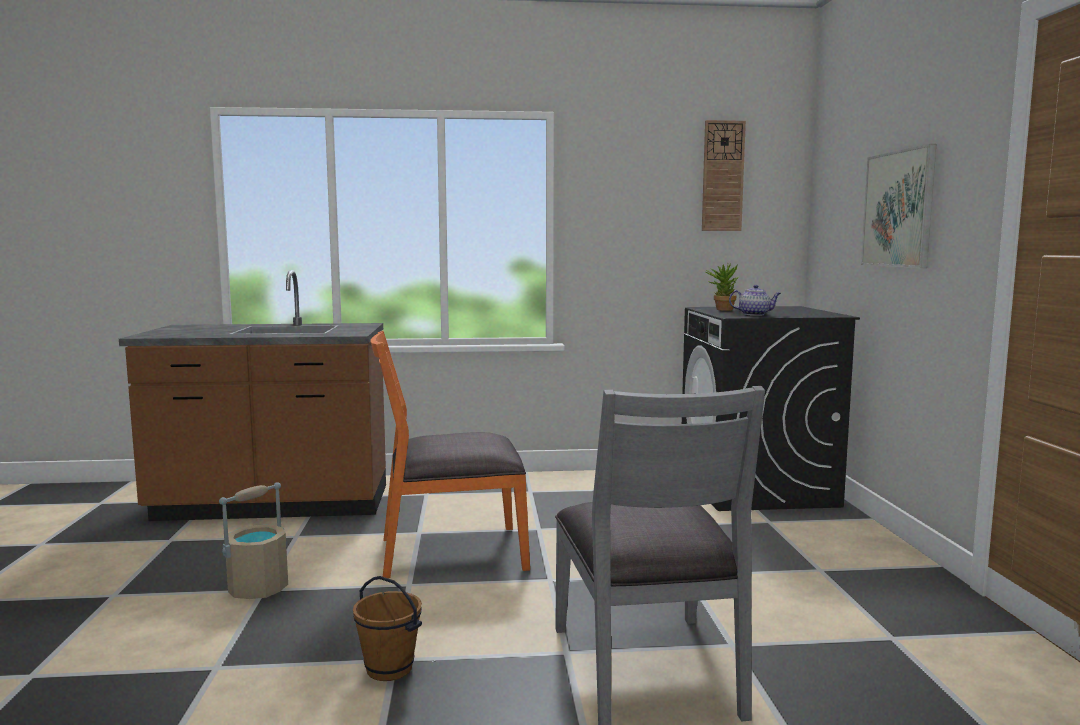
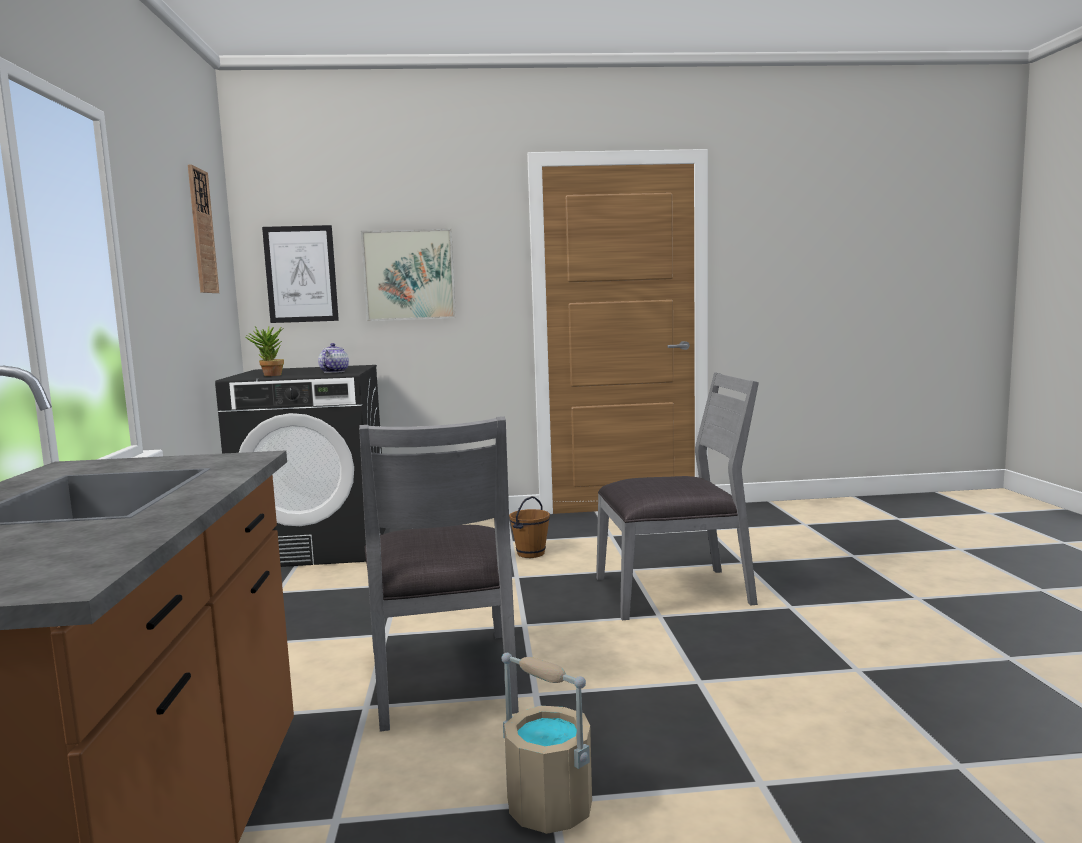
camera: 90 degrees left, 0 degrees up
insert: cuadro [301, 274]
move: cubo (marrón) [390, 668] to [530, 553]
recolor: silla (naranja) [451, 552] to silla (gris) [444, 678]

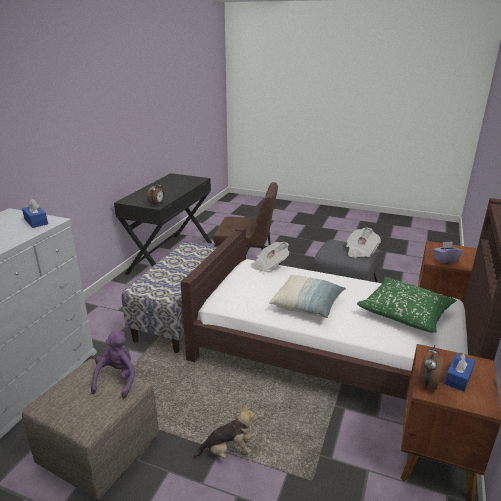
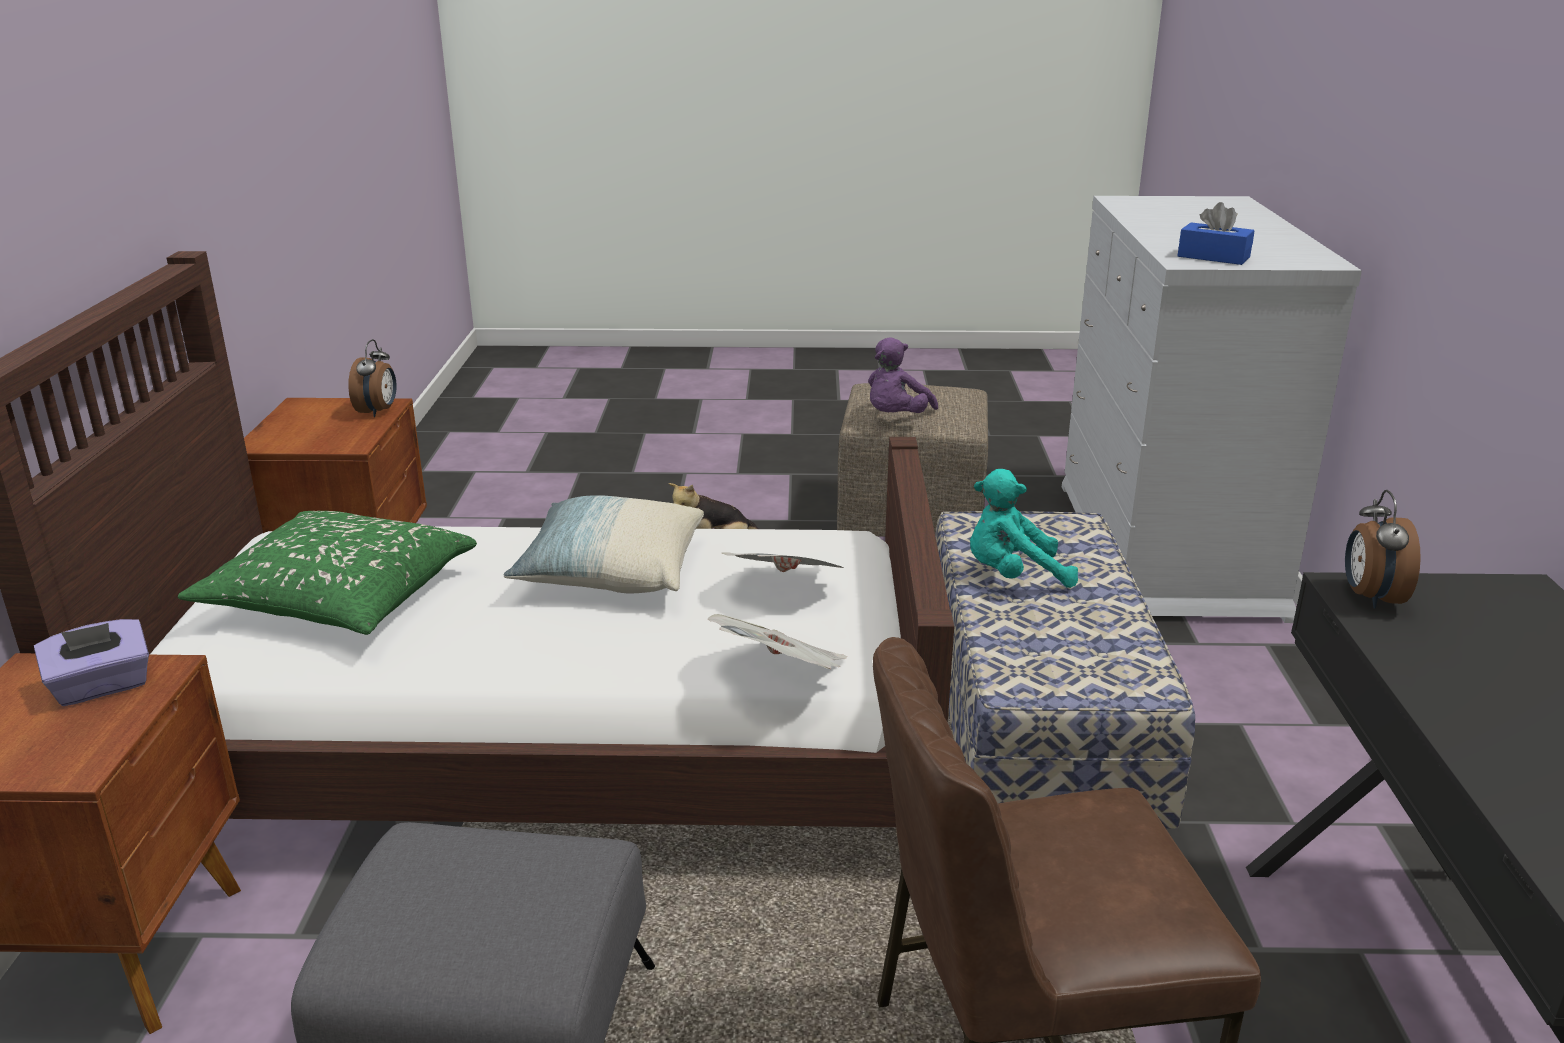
camera: 160 degrees right, 0 degrees up
delete: caja de pañuelos (azul) [458, 378]
insert: peluche (turquesa) [1013, 576]
move: periódico [360, 251] to [785, 589]
rotate: peluche (morado) [117, 379] = [896, 418] 45 degrees clockwise

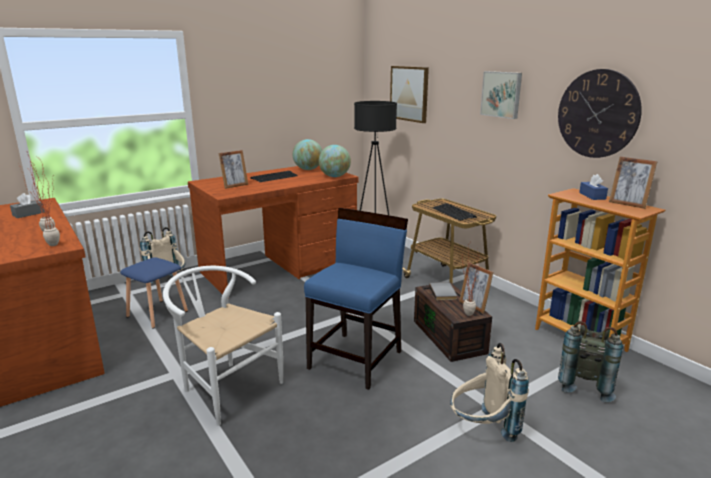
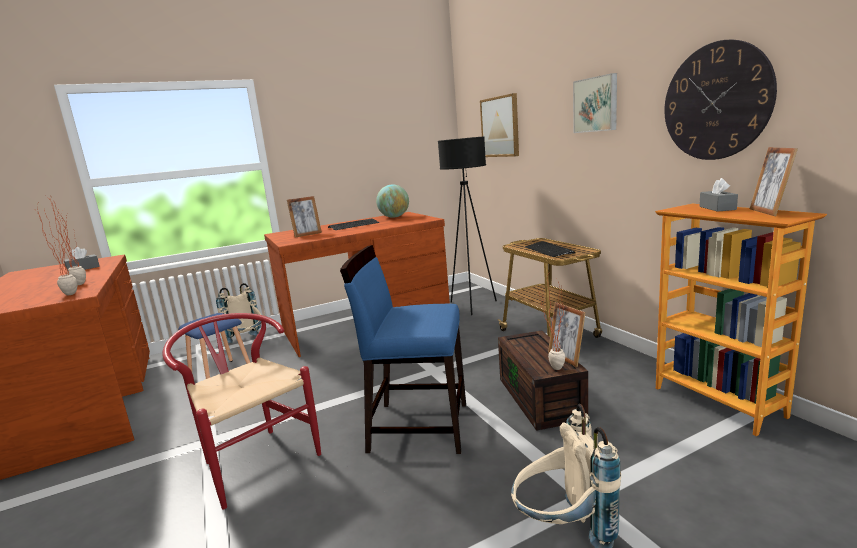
camera: 10 degrees right, 5 degrees down
delete: globo terráqueo [334, 176]; libro (gris) [444, 292]; mochila (gris) [584, 384]
recolor: silla (blanco) [225, 386] to silla (rojo) [253, 458]; caja de pañuelos (azul) [592, 196] to caja de pañuelos (gris) [717, 208]
rotate: silla (azul) [356, 359] = [418, 426] 120 degrees counterclockwise; portarretratos [628, 204] = [768, 212] 45 degrees clockwise

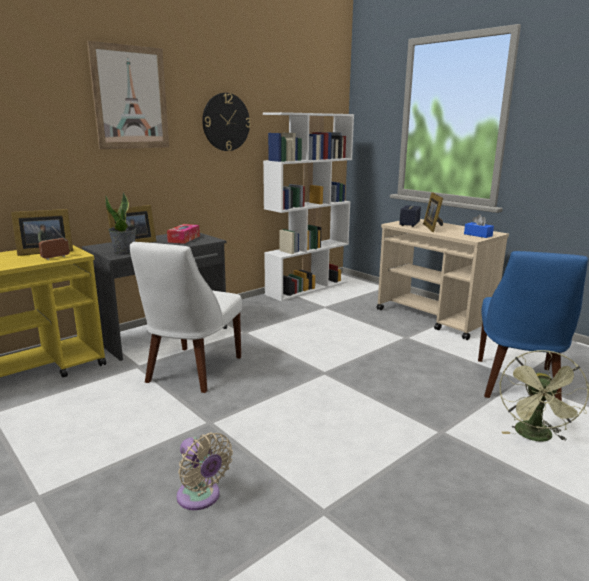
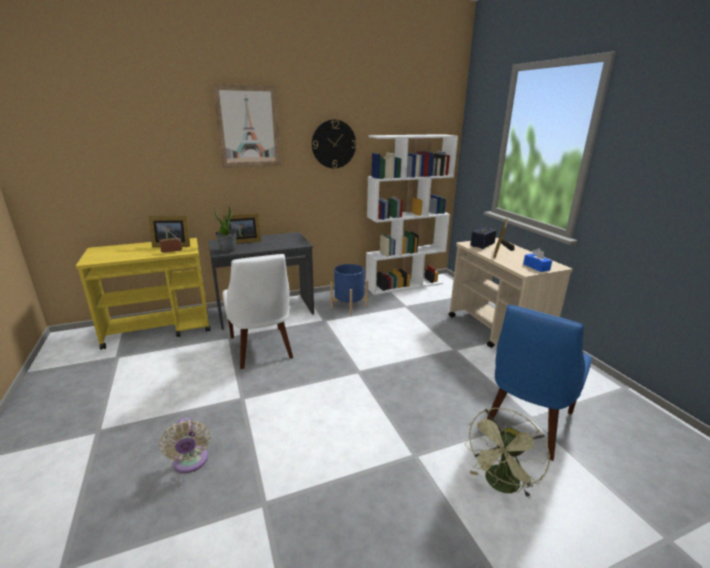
camera: 20 degrees right, 5 degrees up
delete: caja de pañuelos [184, 239]
insert: maceta (azul) [349, 306]
rotate: silla (blanco) [191, 371] = [262, 349] 60 degrees counterclockwise

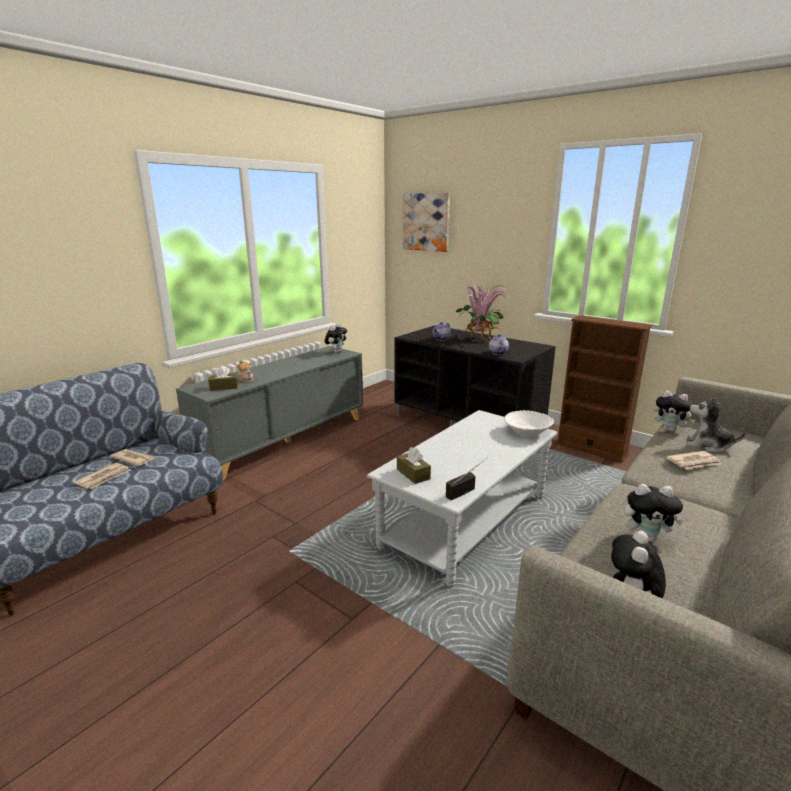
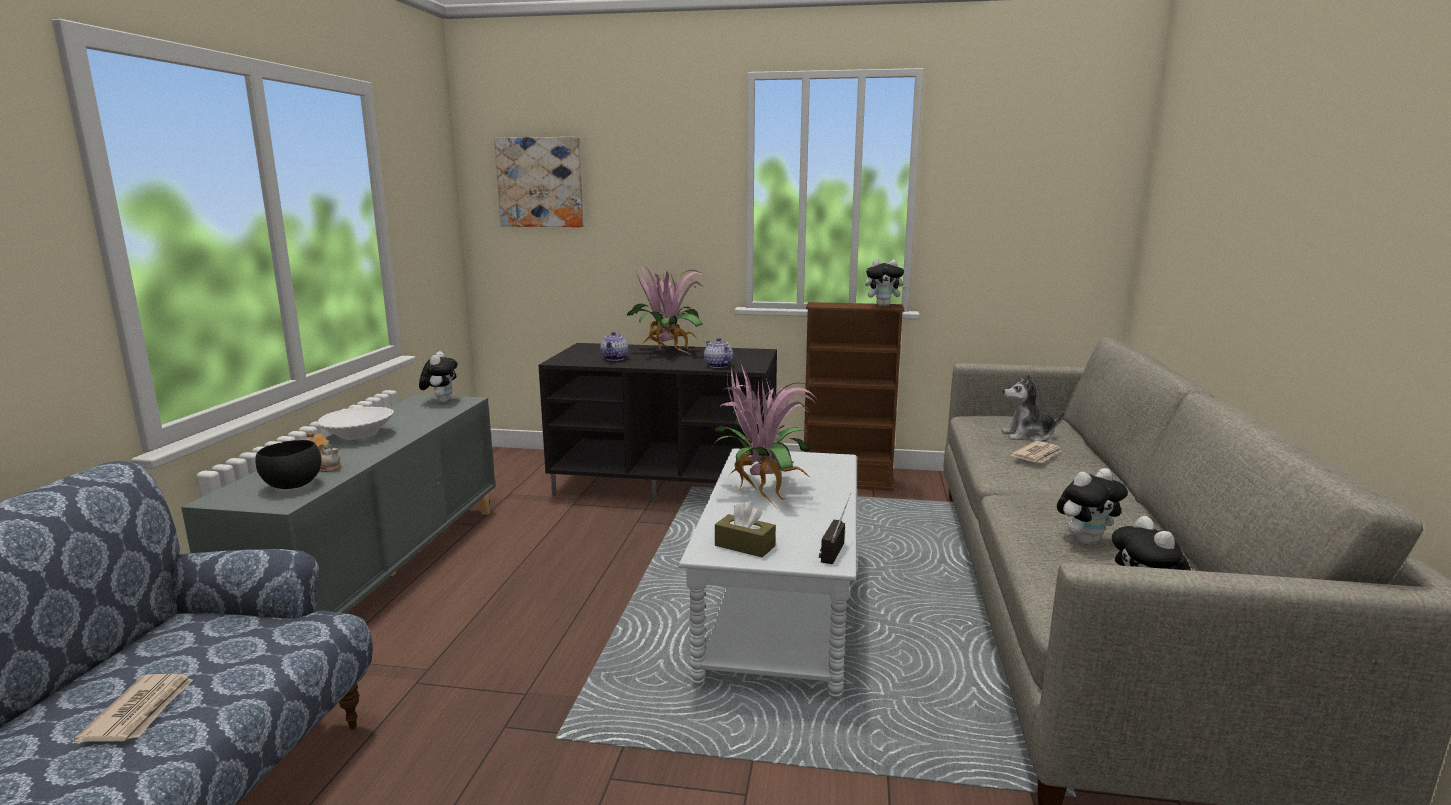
camera: 30 degrees left, 5 degrees down
delete: periódico [133, 459]
insert: planta en maceta [762, 490]
move: cuenco (blanco) [527, 432] to [358, 435]; peluche [670, 430] to [883, 305]
replace: caja de pañuelos (marrón) [224, 387] to cuenco (negro) [292, 486]

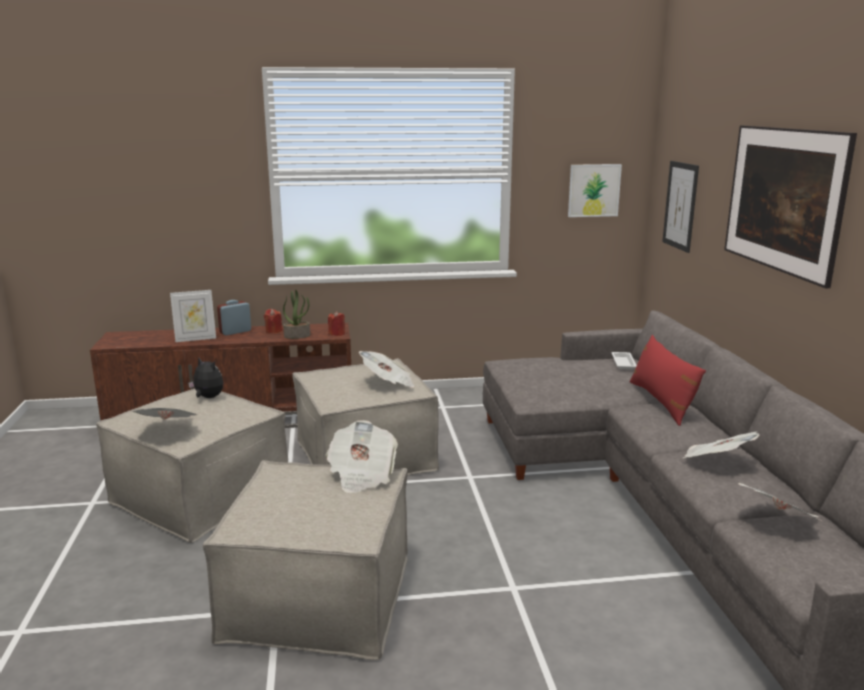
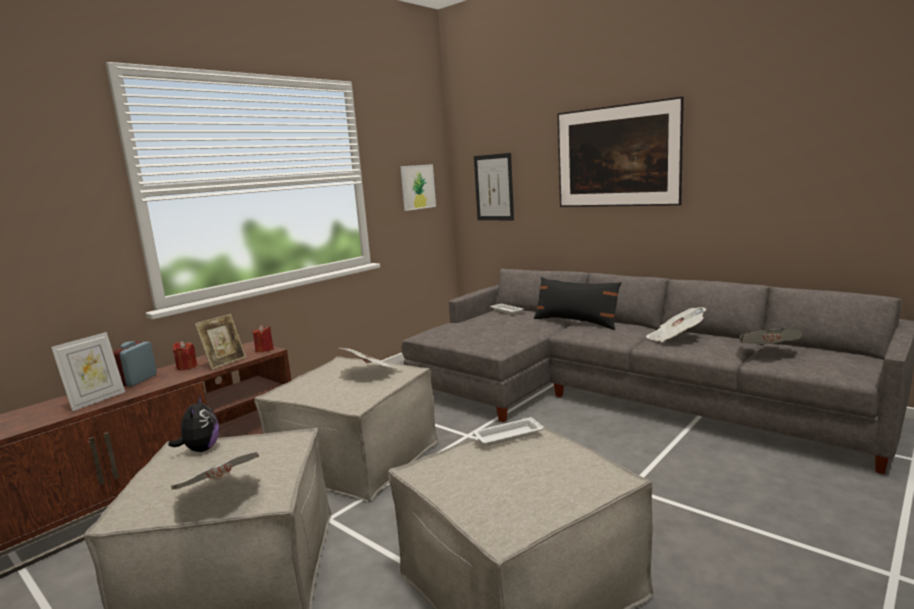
camera: 40 degrees left, 5 degrees down
replace: planta en maceta [297, 336] to portarretratos [225, 362]; periódico [361, 475] to bandeja (blanco) [507, 436]
recolor: cojín (rojo) [662, 402] to cojín (negro) [576, 322]
rotate: peluche [208, 398] = [201, 449] 90 degrees clockwise

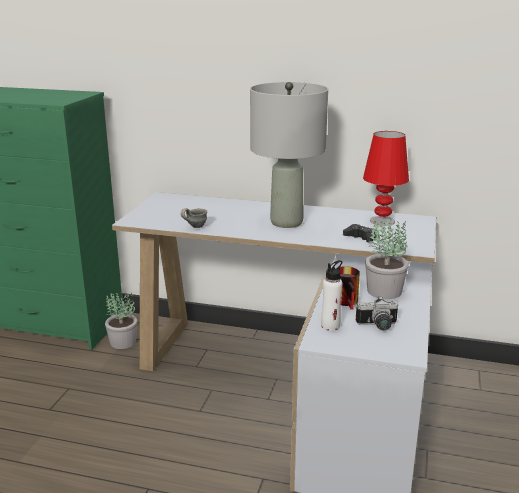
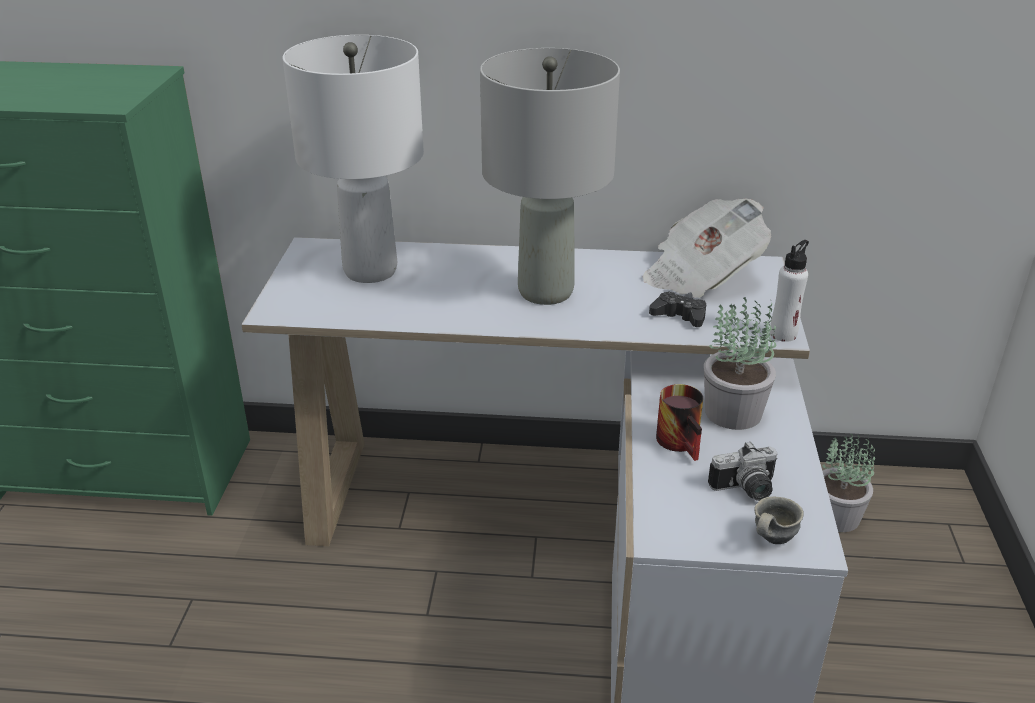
camera: 10 degrees left, 10 degrees up
insert: lámpara de mesa (blanco) [371, 270]
move: taza grande (gris) [194, 227] to [769, 539]; botella (blanco) [330, 326] to [783, 334]; planta en maceta [123, 342] to [837, 517]
replace: lámpara de mesa (rojo) [382, 221] to periódico [701, 276]

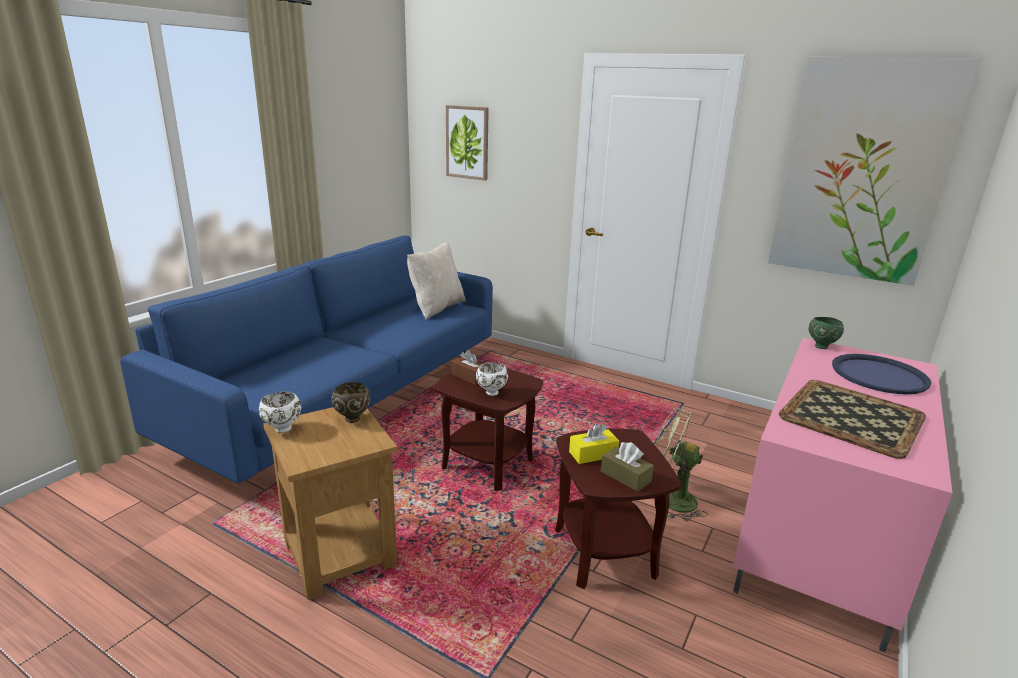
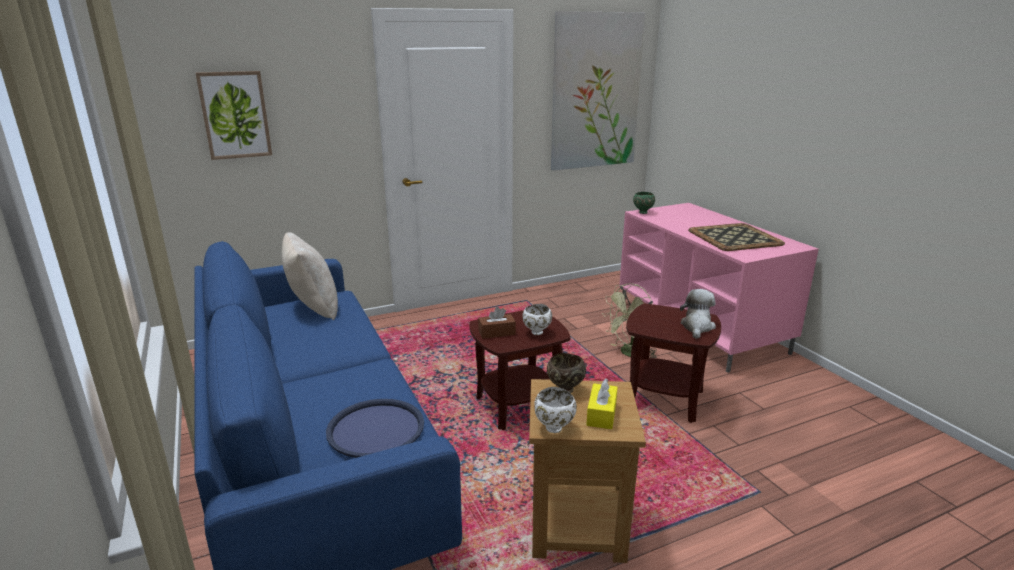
camera: 55 degrees left, 0 degrees up
move: bandeja (azul) [879, 375] to [376, 429]; caja de pañuelos (amarillo) [593, 454] to [601, 414]
replace: caja de pañuelos (marrón) [625, 476] to peluche [697, 327]

